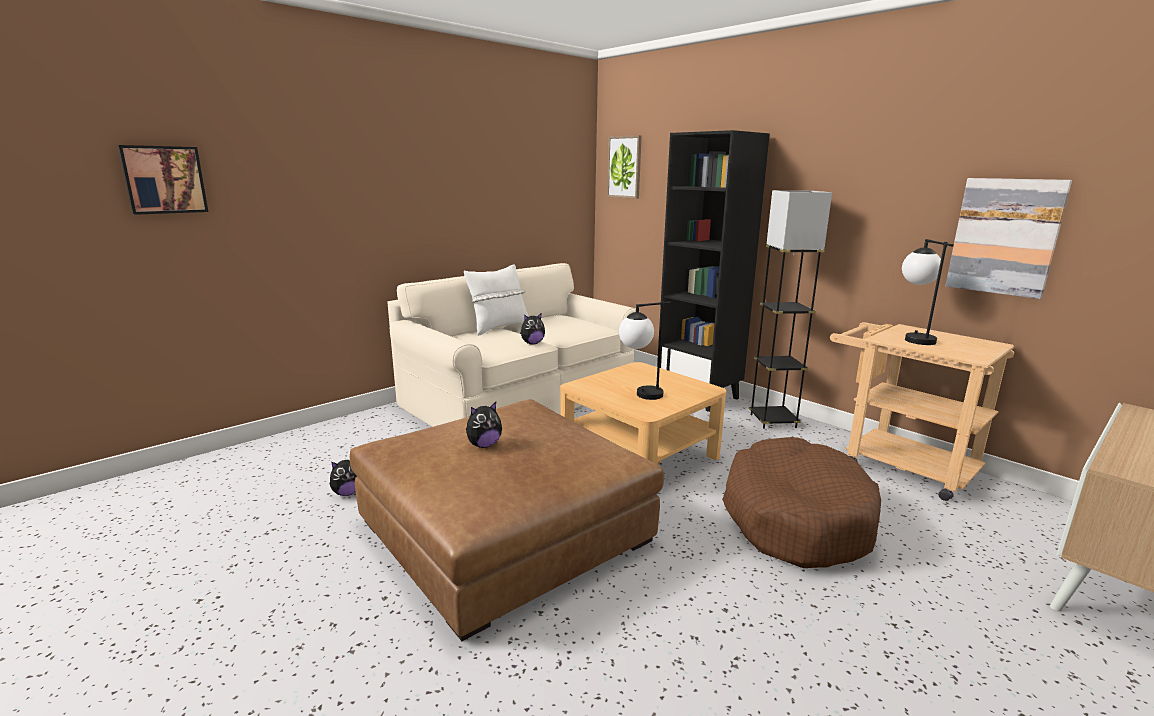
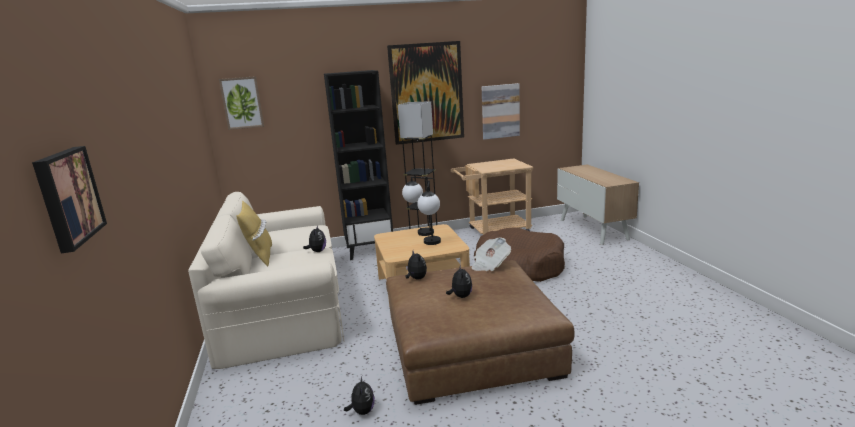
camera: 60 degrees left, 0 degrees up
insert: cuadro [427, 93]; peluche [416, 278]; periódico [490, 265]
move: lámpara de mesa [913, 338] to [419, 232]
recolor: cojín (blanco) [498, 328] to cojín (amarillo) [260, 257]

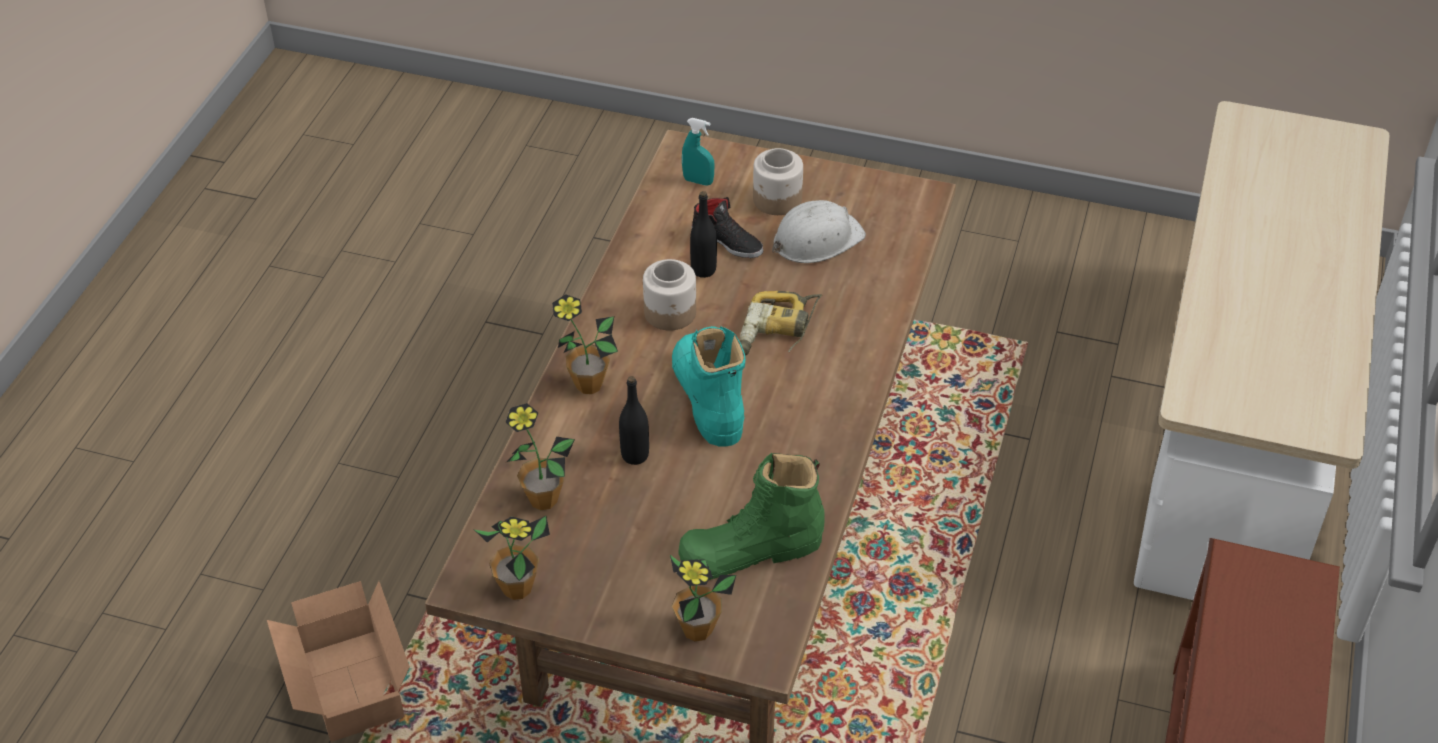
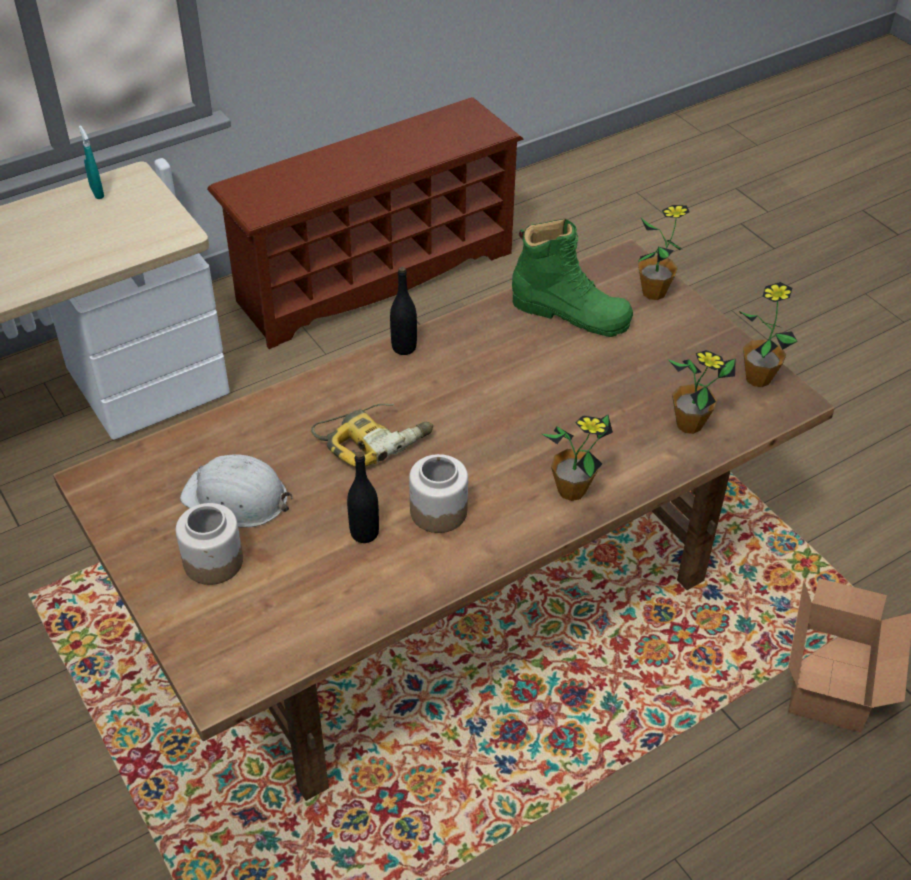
camera: 140 degrees left, 0 degrees up
delete: bota (turquesa) [708, 397]; zapato (negro) [728, 241]
move: pulverizador (turquesa) [698, 181] to [97, 192]; botella (negro) [635, 455] to [404, 347]

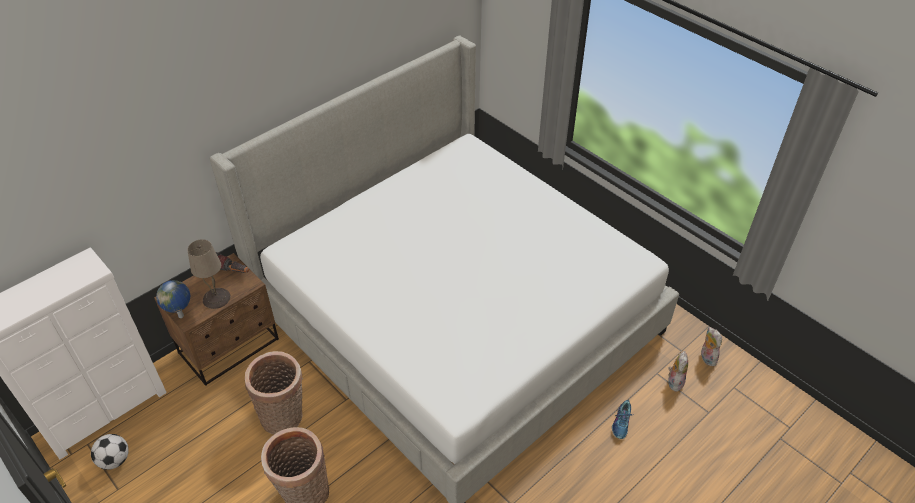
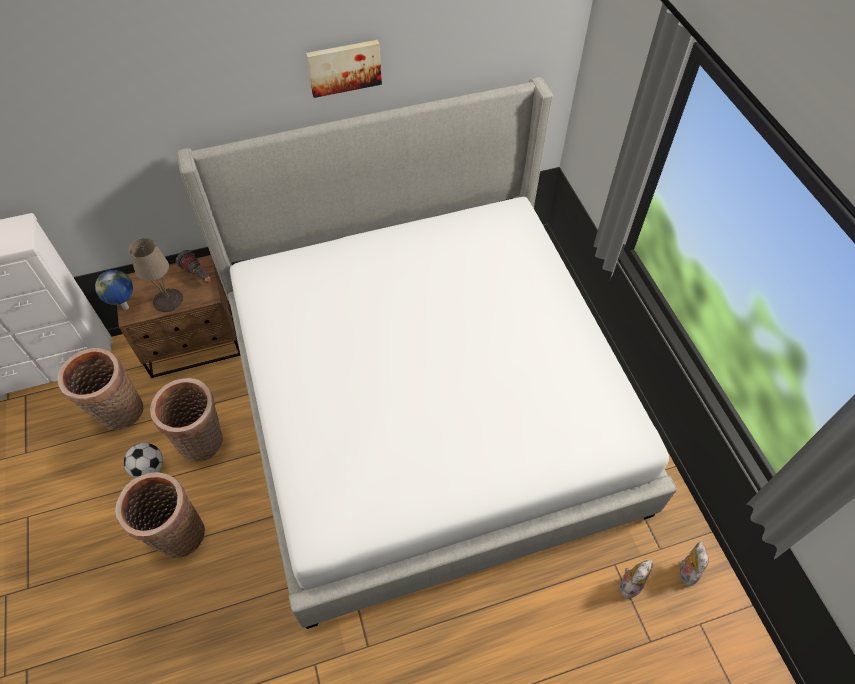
camera: 25 degrees right, 10 degrees up
delete: zapato [622, 423]
insert: cesta [118, 413]; cuadro [344, 67]
move: balón de fútbol [115, 460] to [149, 468]

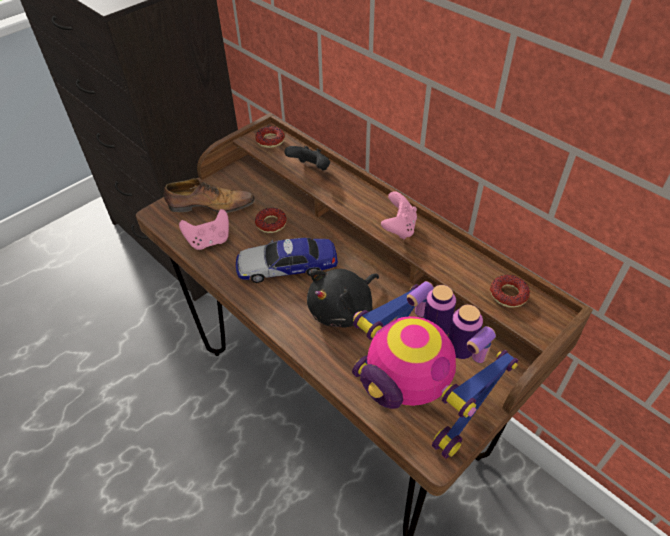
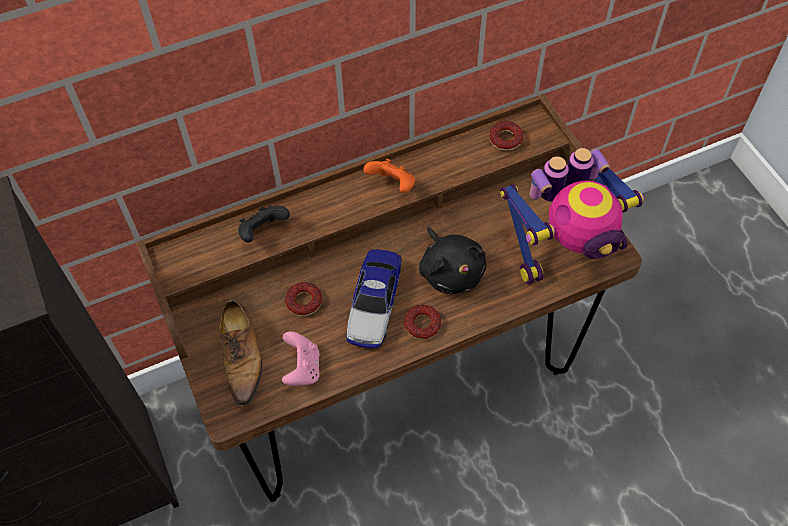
camera: 70 degrees left, 10 degrees up
move: rosquilla [270, 140] to [422, 324]
recolor: mando de consola (rosa) [399, 228] to mando de consola (naranja) [392, 185]
rotate: zapato [209, 206] = [242, 357] 150 degrees clockwise

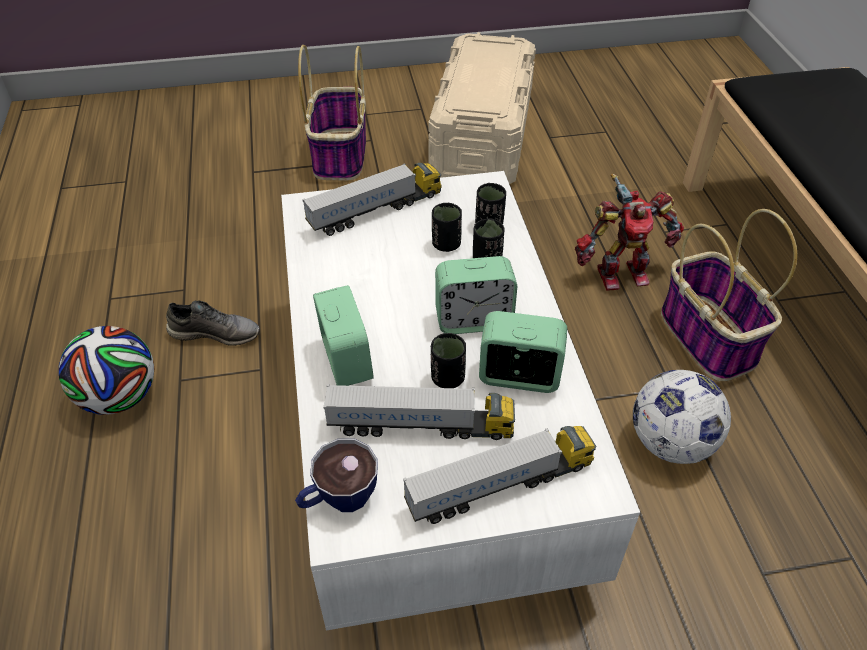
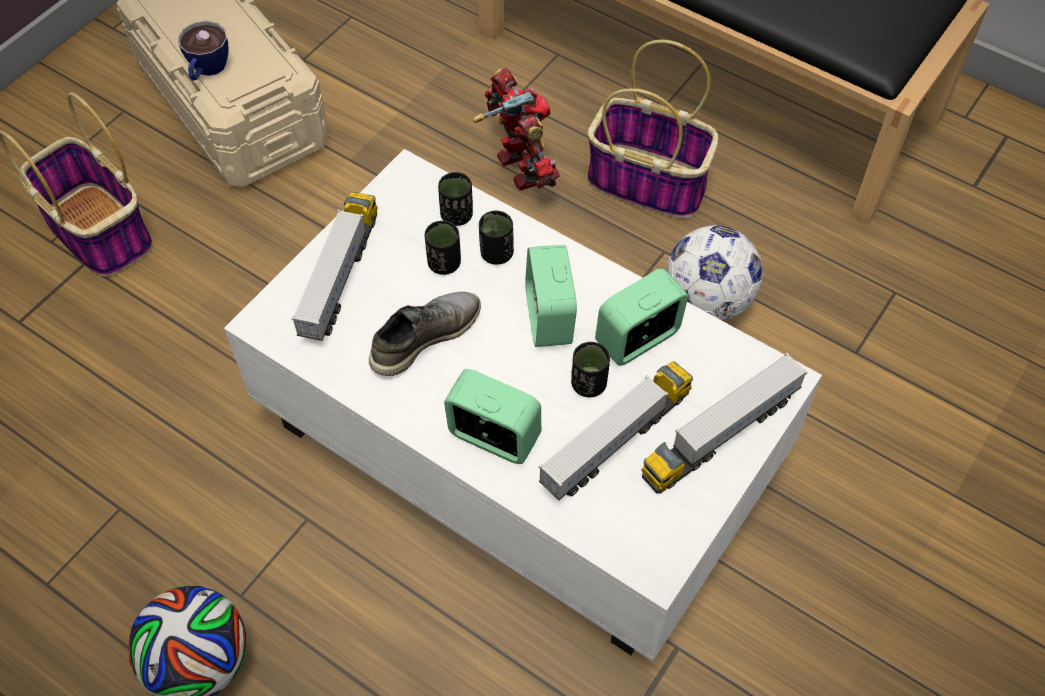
camera: 45 degrees left, 10 degrees up
move: taza [338, 499] to [207, 70]; zapato (gris) [215, 333] to [424, 337]
rotate: robot de juguete [620, 273] = [520, 170] 60 degrees counterclockwise; despertador [473, 320] = [549, 317] 135 degrees clockwise; camión de juguete [500, 486] = [720, 435] 150 degrees counterclockwise

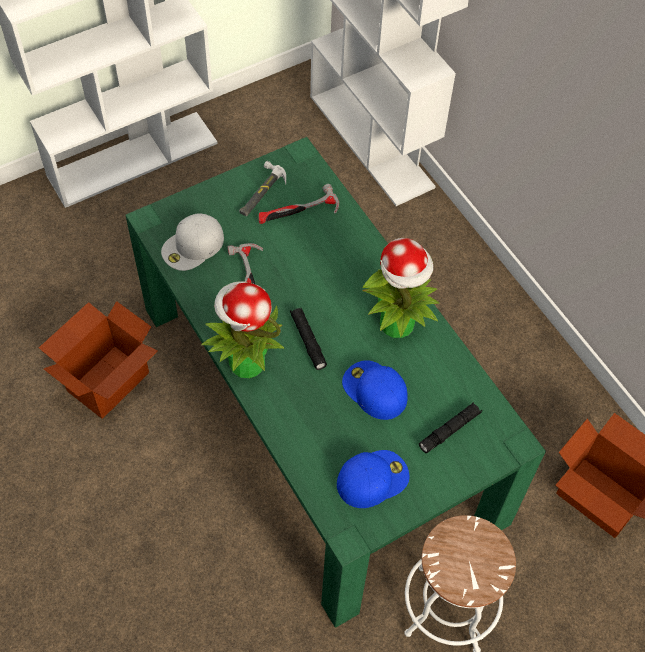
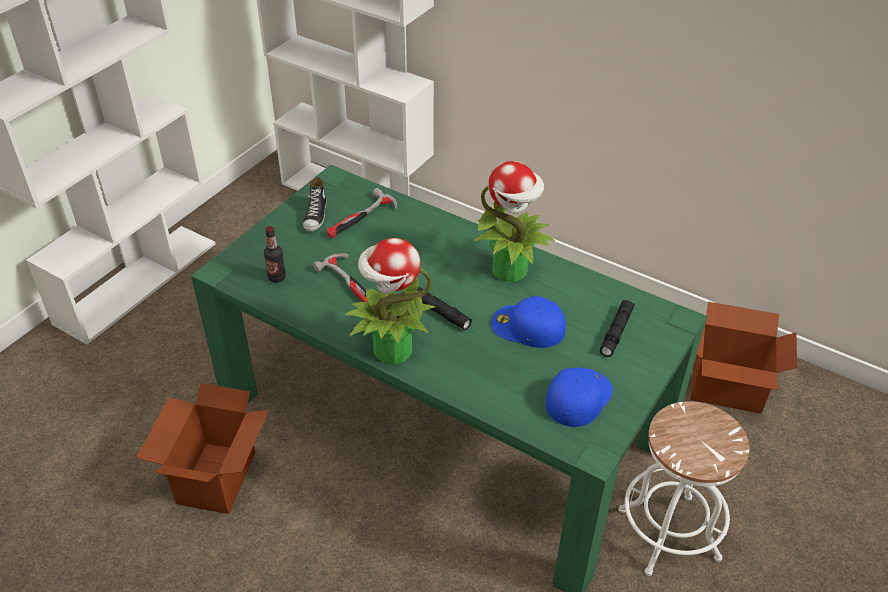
camera: 25 degrees left, 15 degrees down
replace: gorra (blanco) [193, 246] to botella [277, 277]; martillo [261, 192] to zapato [316, 216]

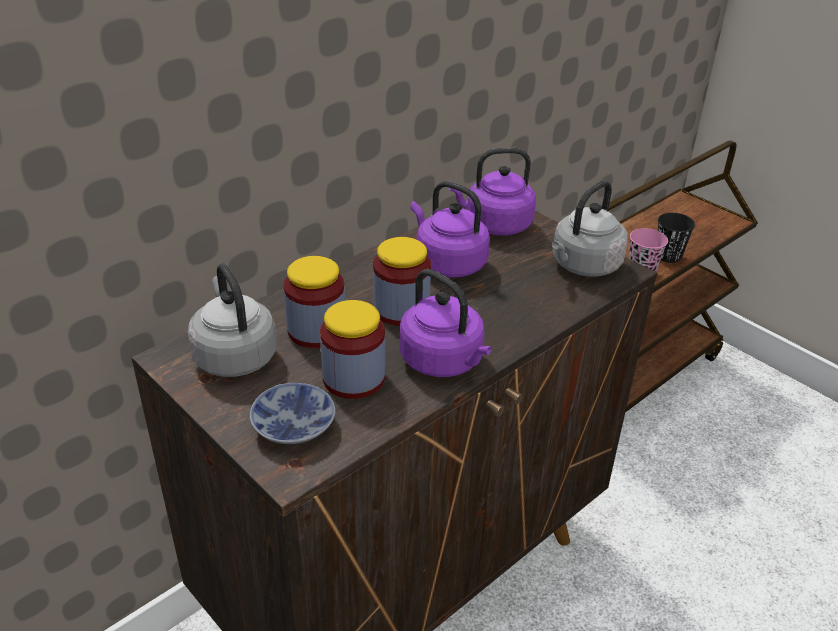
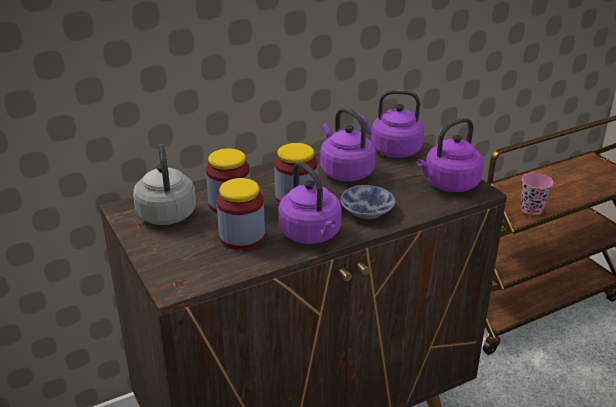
camera: 15 degrees right, 5 degrees down
delete: taza (negro) [668, 256]
move: cuenco [291, 425] to [365, 210]
recolor: hervidor (gris) [583, 266] to hervidor (morado) [449, 184]

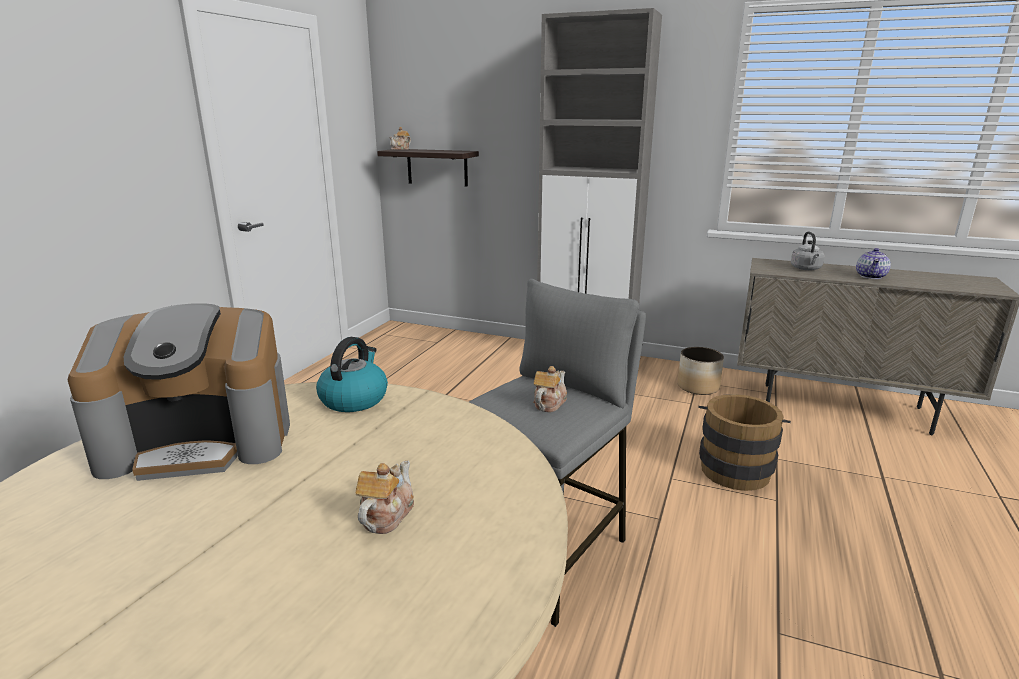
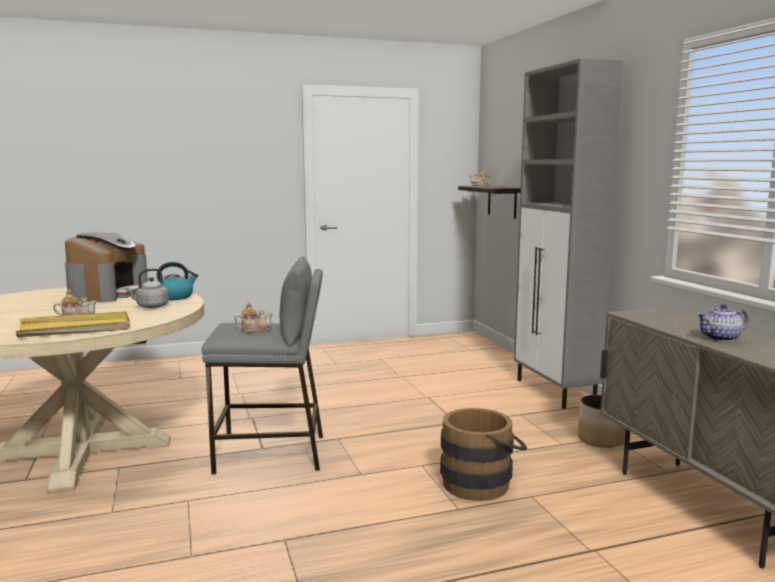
camera: 50 degrees right, 10 degrees down
insert: bandeja (amarillo) [75, 329]
move: hervidor (gris) [806, 269] to [151, 306]
rotate: cafetera [201, 441] = [108, 293] 120 degrees counterclockwise

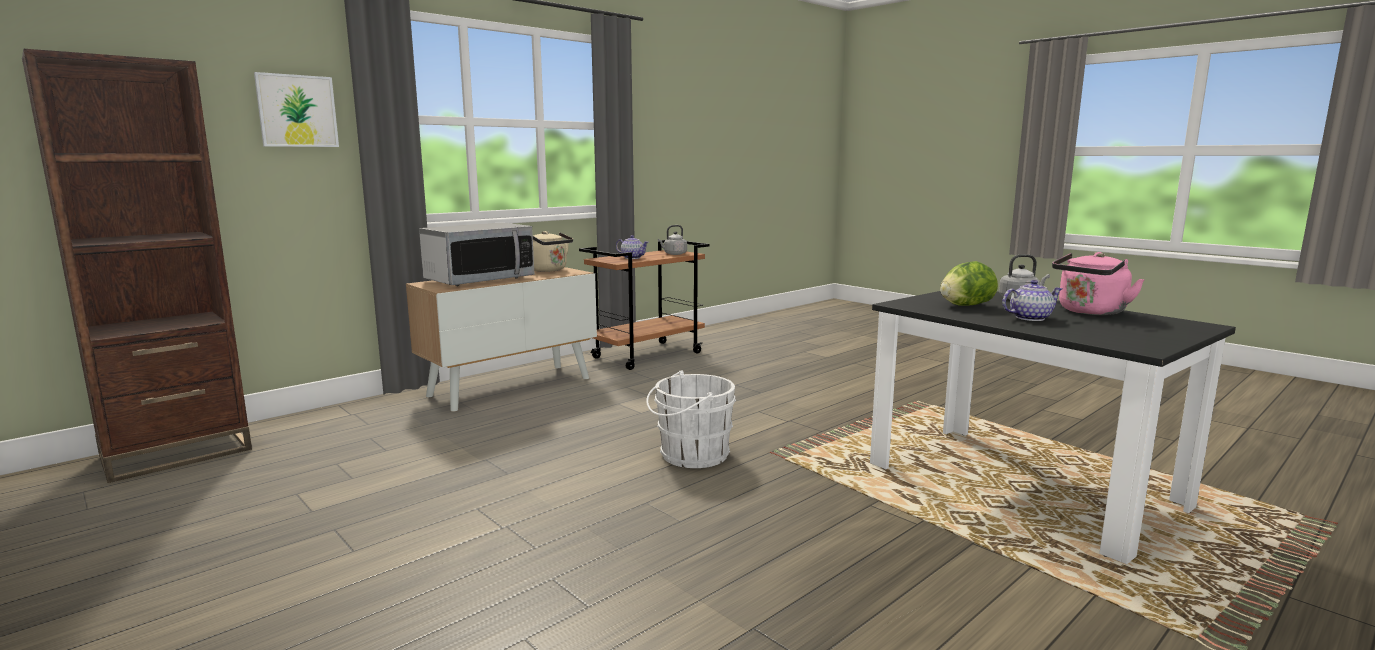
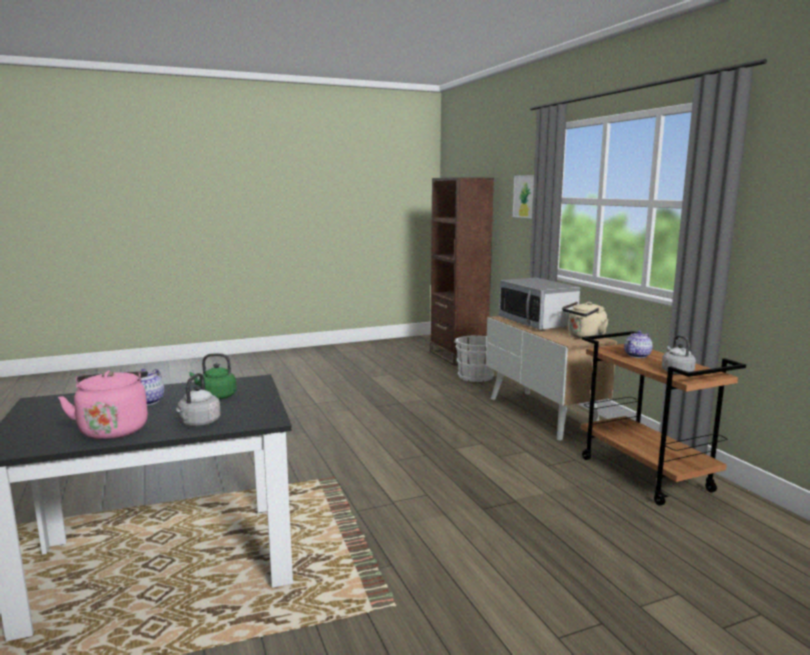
camera: 110 degrees right, 0 degrees up
move: cubo (blanco) [690, 455] to [475, 376]
replace: lechuga [965, 305] to hervidor (verde) [216, 396]

